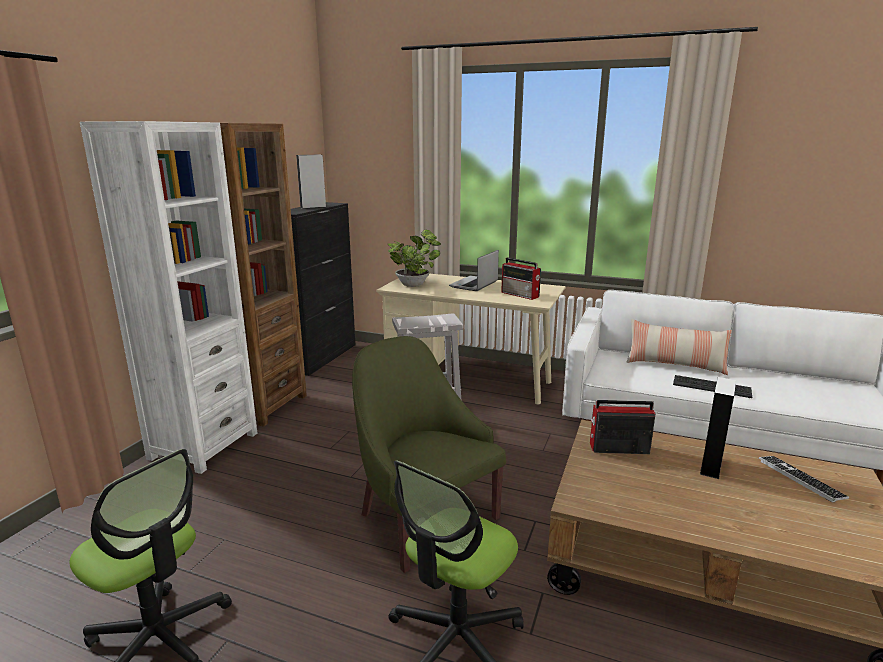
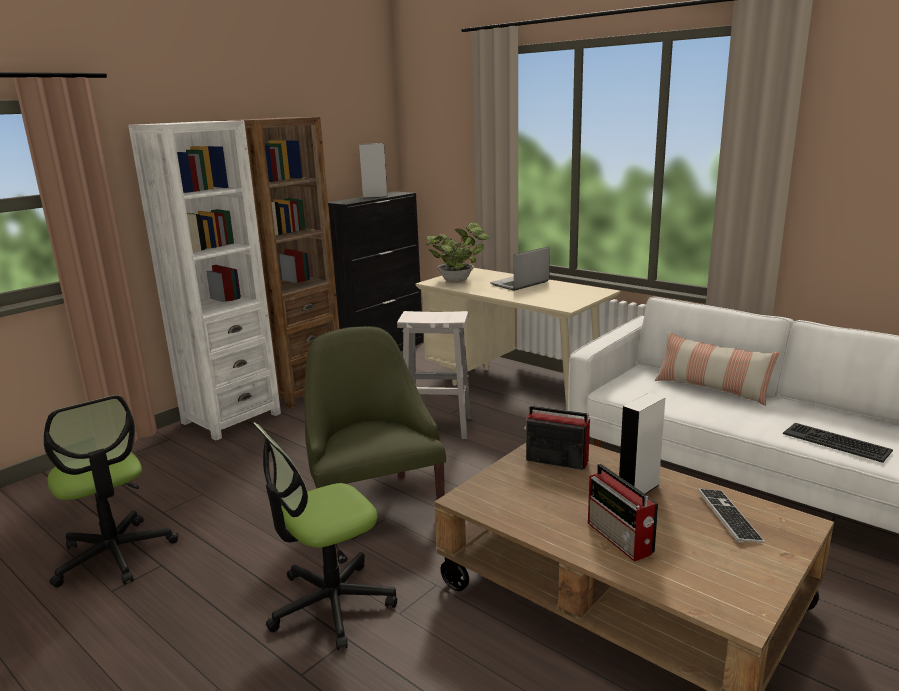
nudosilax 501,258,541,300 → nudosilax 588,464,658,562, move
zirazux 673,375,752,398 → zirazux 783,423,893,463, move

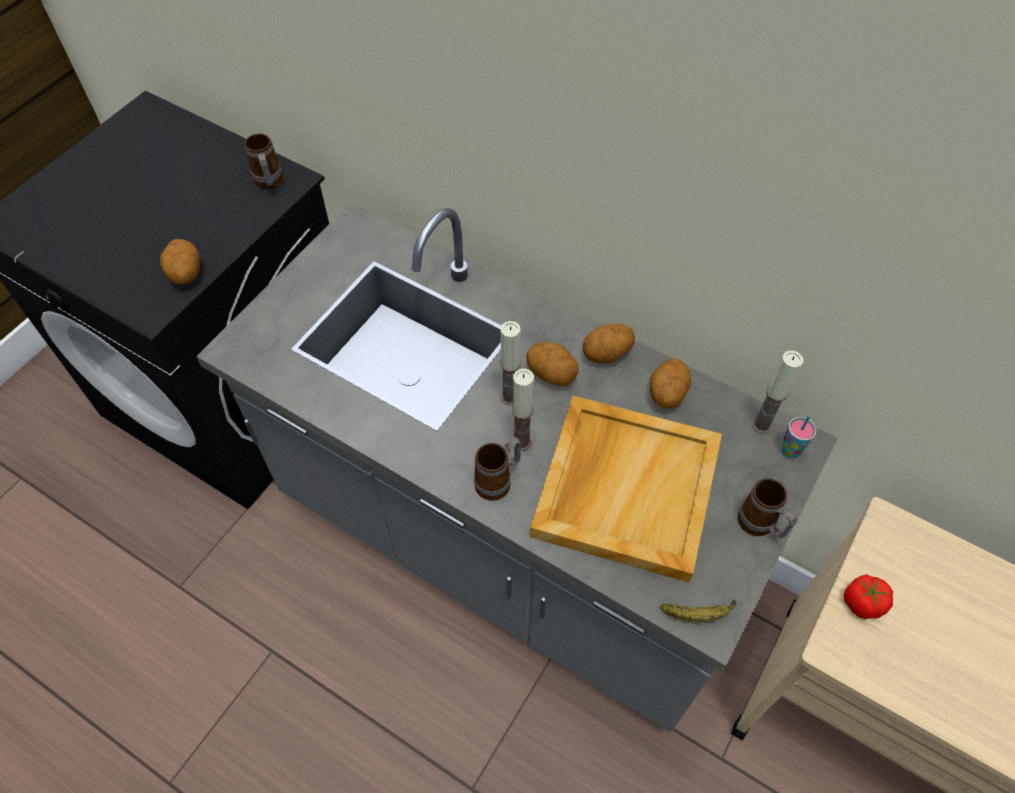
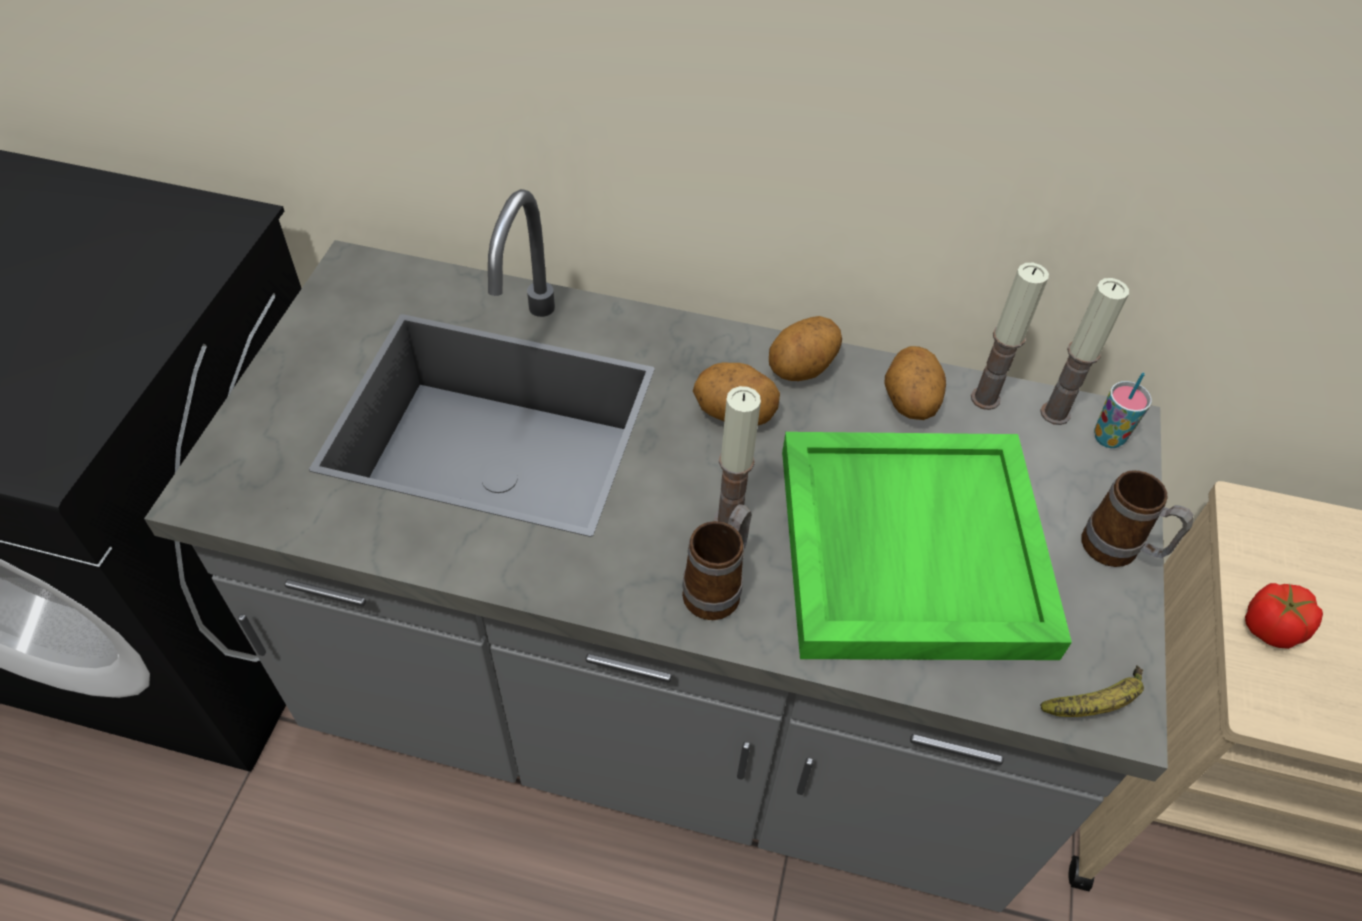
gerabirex 160,239,200,284 → -
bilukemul 244,133,283,190 → -
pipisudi 500,321,521,405 → pipisudi 971,263,1049,410, move
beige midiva 530,396,722,583 → green midiva 782,432,1072,660

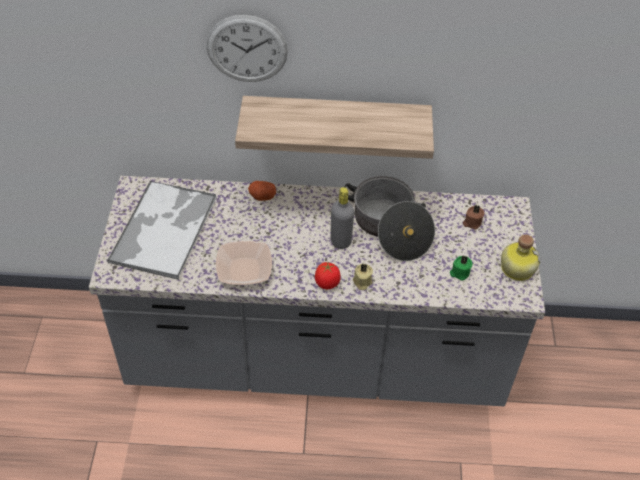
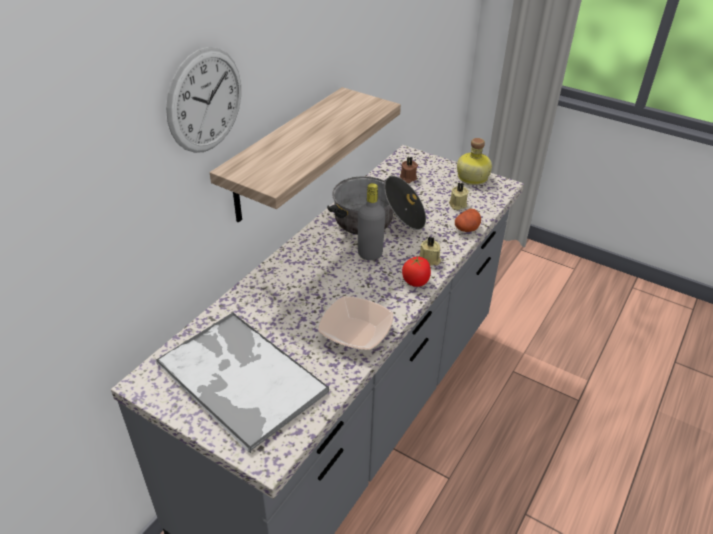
gerabirex 248,181,276,201 → gerabirex 455,209,481,232, move
green pipisudi 450,255,472,281 → beige pipisudi 449,182,469,210

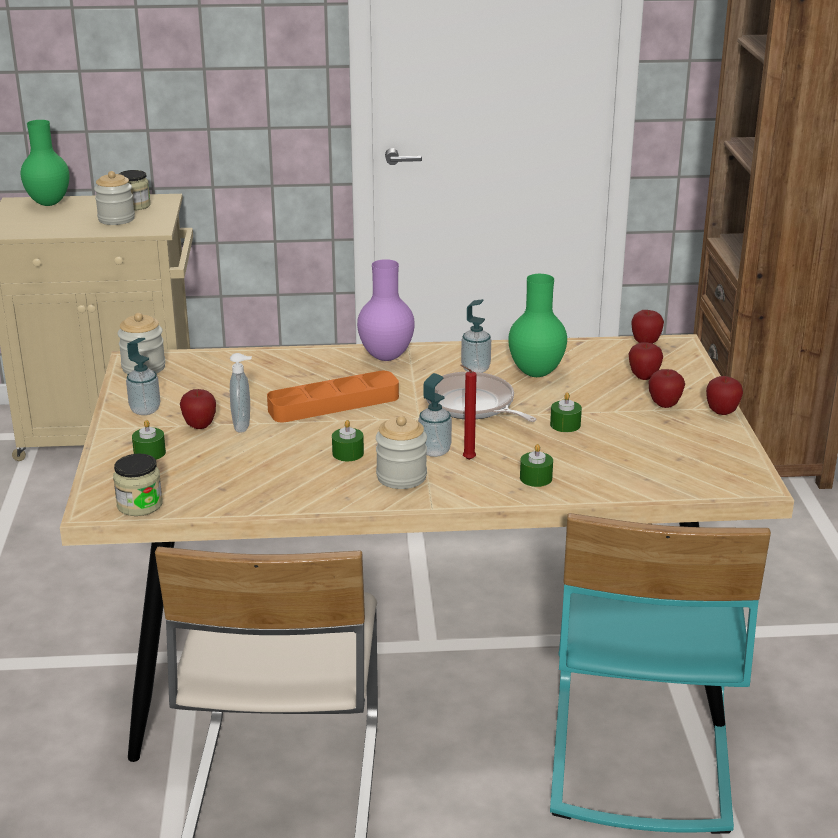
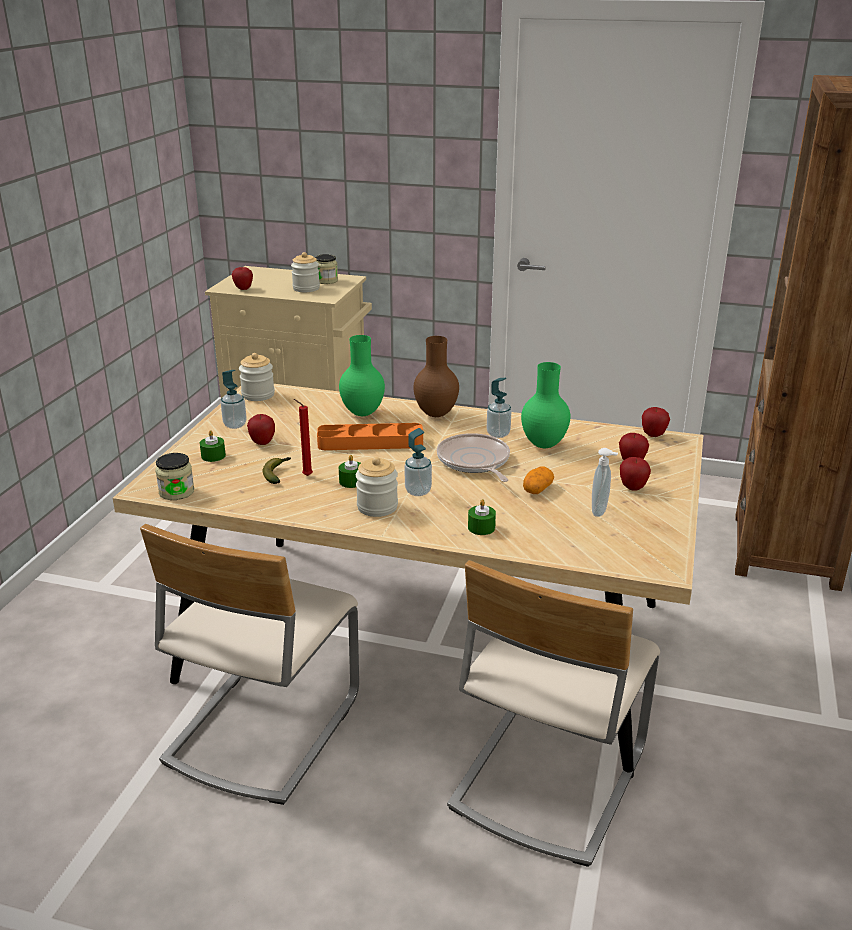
- → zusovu 263,457,291,484
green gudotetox 20,120,69,206 → green gudotetox 339,335,385,416, move
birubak 230,353,252,433 → birubak 592,448,618,517, move
red pipisudi 460,365,477,460 → red pipisudi 294,399,313,476, move
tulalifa 706,376,743,415 → tulalifa 232,267,253,290, move
green pipisudi 550,392,582,432 → gerabirex 523,466,554,494
purple gudotetox 357,259,415,361 → brown gudotetox 413,336,459,417
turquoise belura 550,513,771,834 → beige belura 447,560,660,867

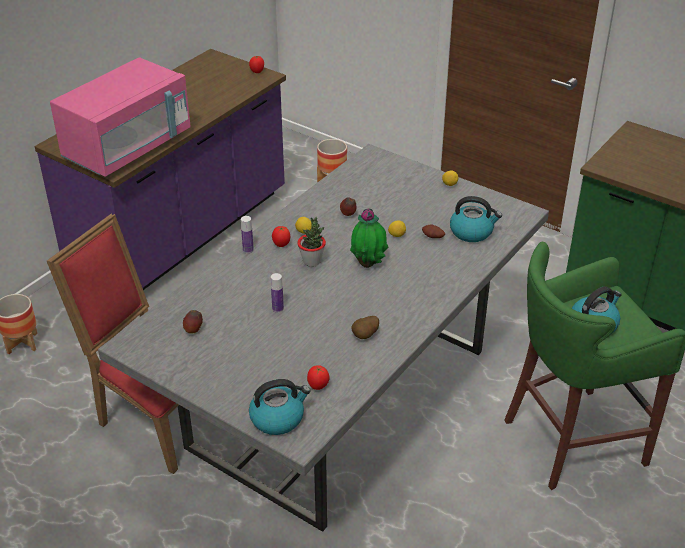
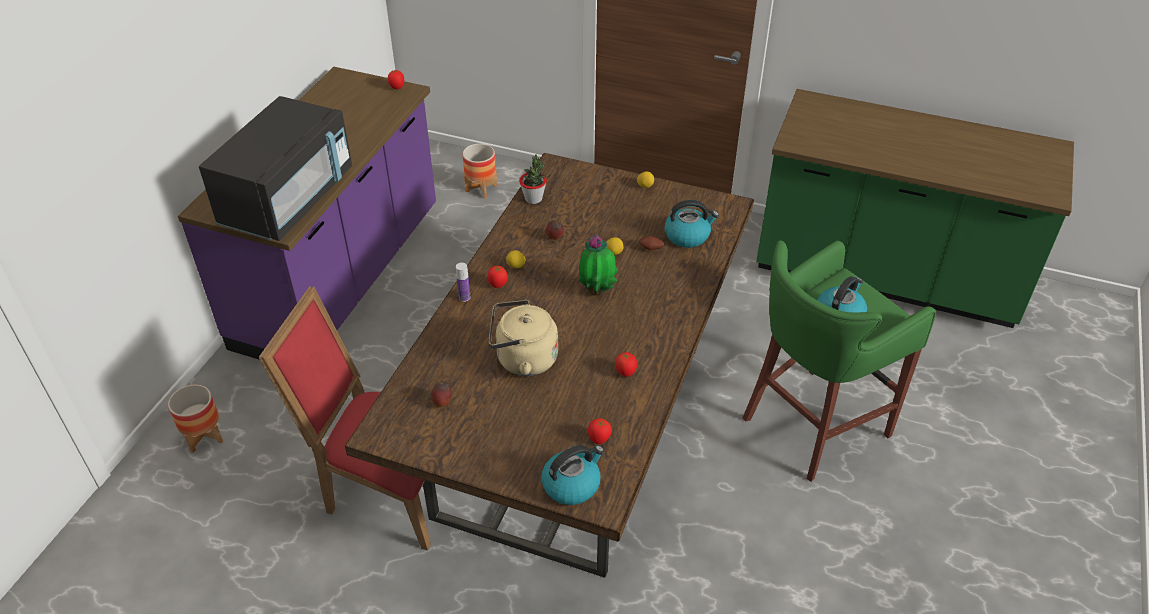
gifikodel 297,217,326,267 → gifikodel 519,154,547,204, move
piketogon 271,273,284,313 → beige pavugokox 489,300,558,376
gerabirex 351,316,379,339 → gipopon 615,352,637,377
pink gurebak 50,58,191,177 → black gurebak 199,96,352,241
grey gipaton 98,144,549,532 → brown gipaton 345,153,754,578

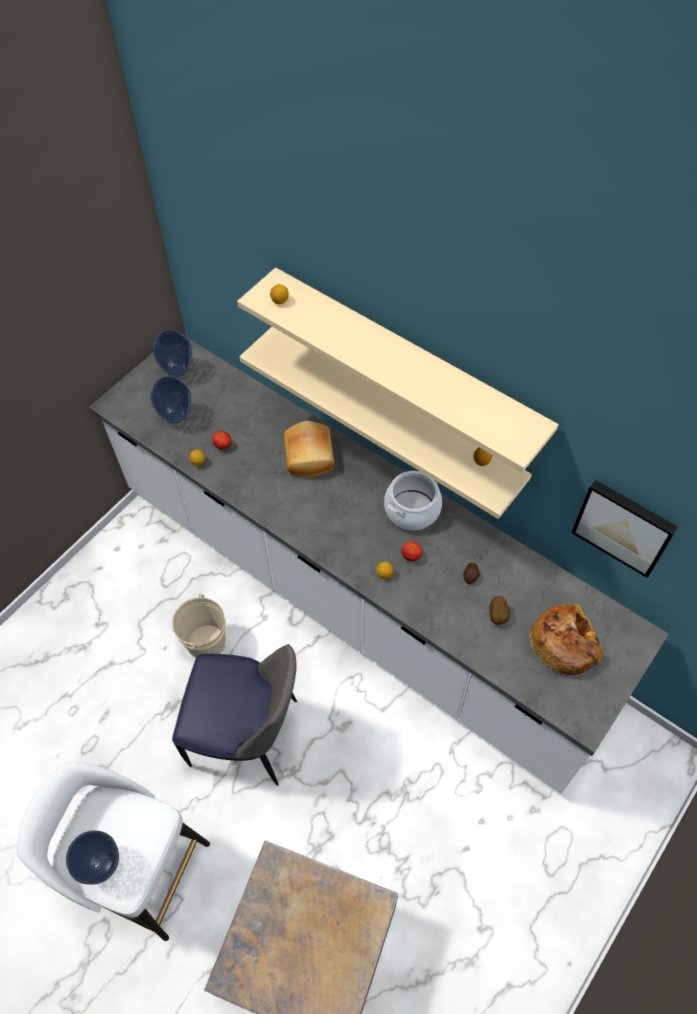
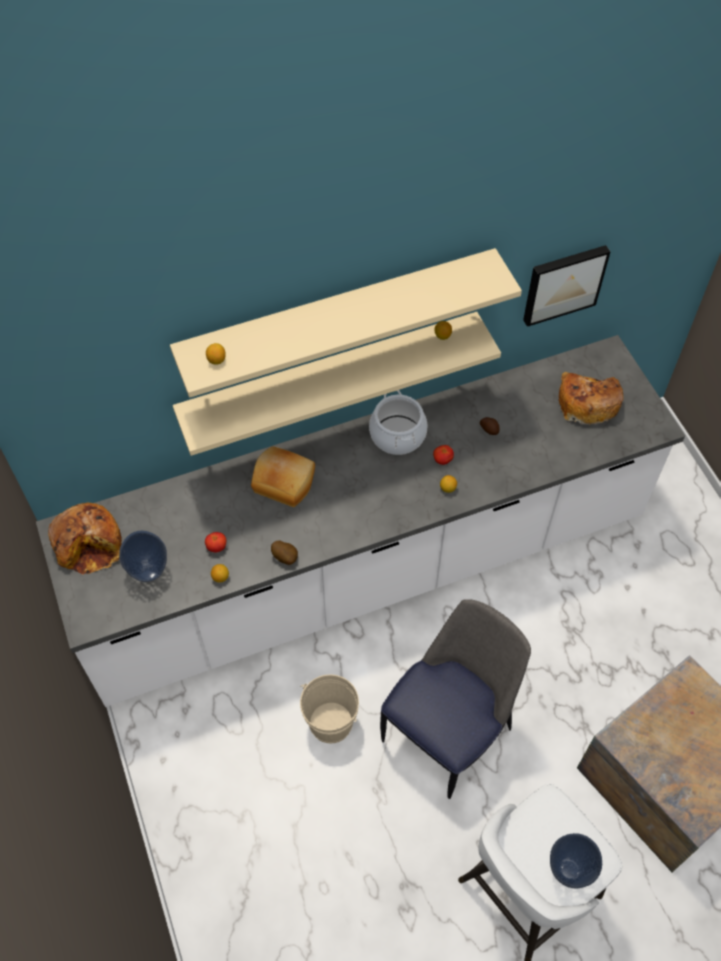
gerabirex 490,596,510,625 → gerabirex 271,540,298,565, move
gudotetox 153,329,192,377 → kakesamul 48,503,122,575

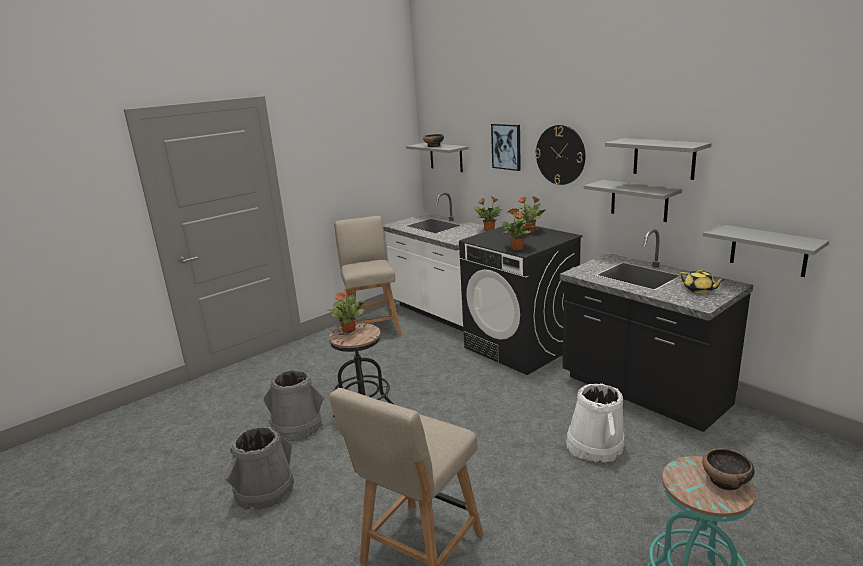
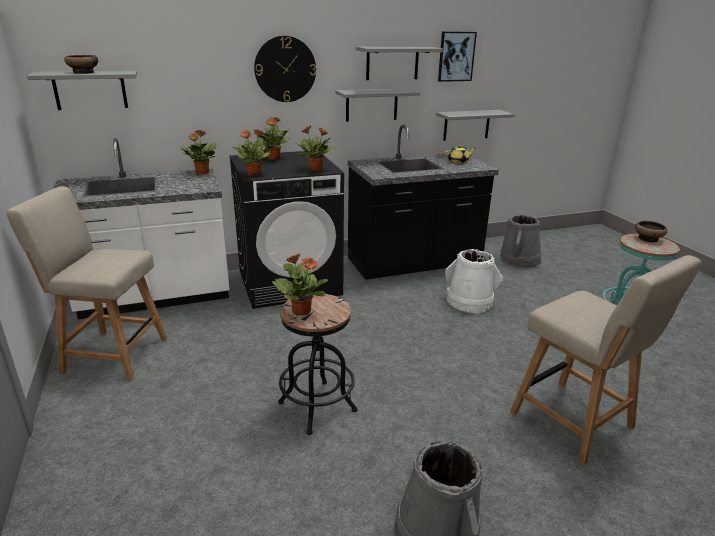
- → gifikodel 231,129,274,176
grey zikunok 264,370,324,442 → grey zikunok 501,215,541,268, move
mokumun 491,124,521,171 → mokumun 438,31,477,82, move

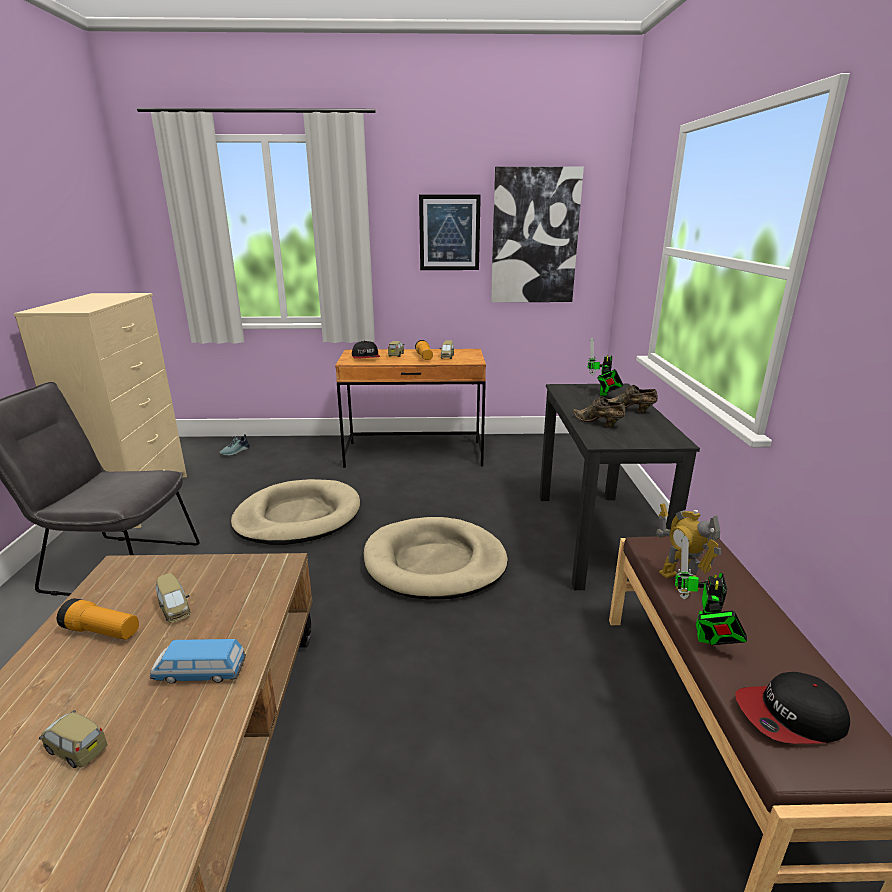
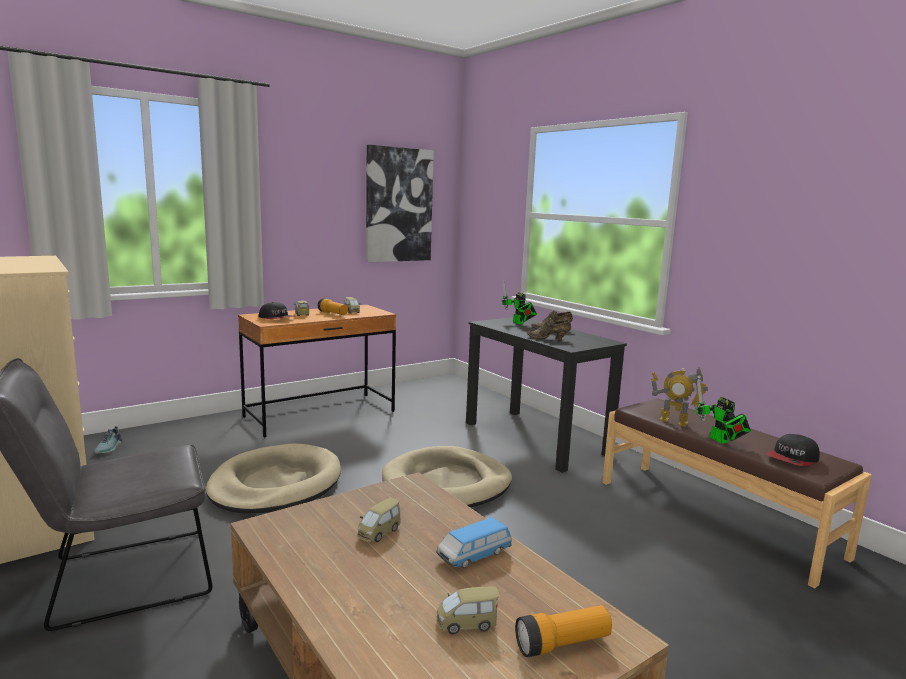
mokumun 419,195,481,270 → -
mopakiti 57,598,139,640 → mopakiti 515,606,612,657, move
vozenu 156,573,190,623 → vozenu 357,497,400,542, 105 degrees clockwise

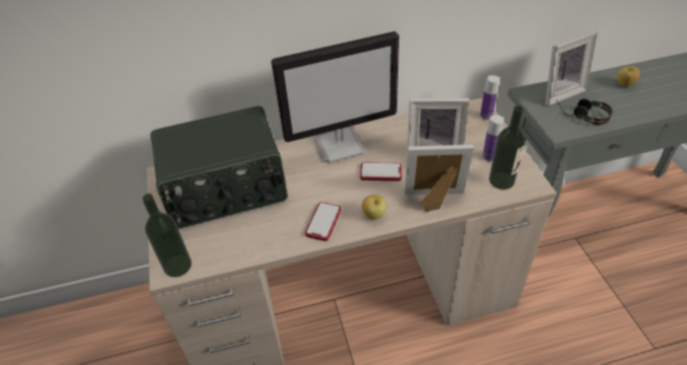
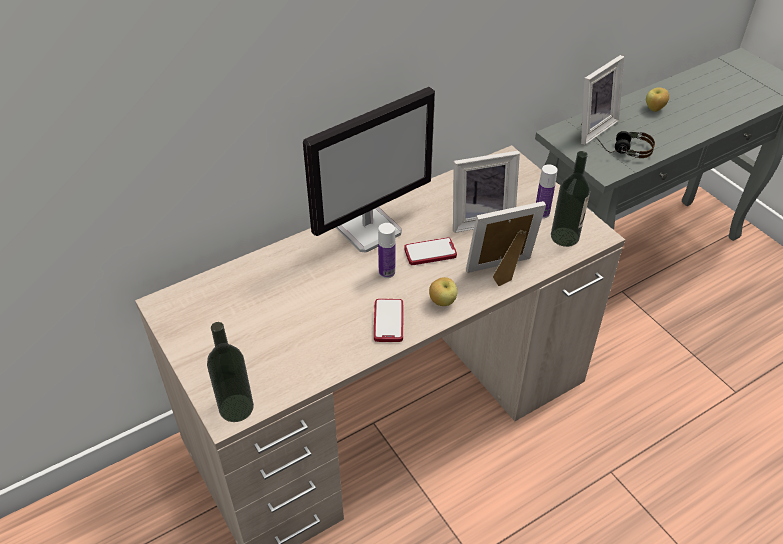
nudosilax 150,106,288,229 → -
piketogon 480,75,499,120 → piketogon 378,223,396,278, move

